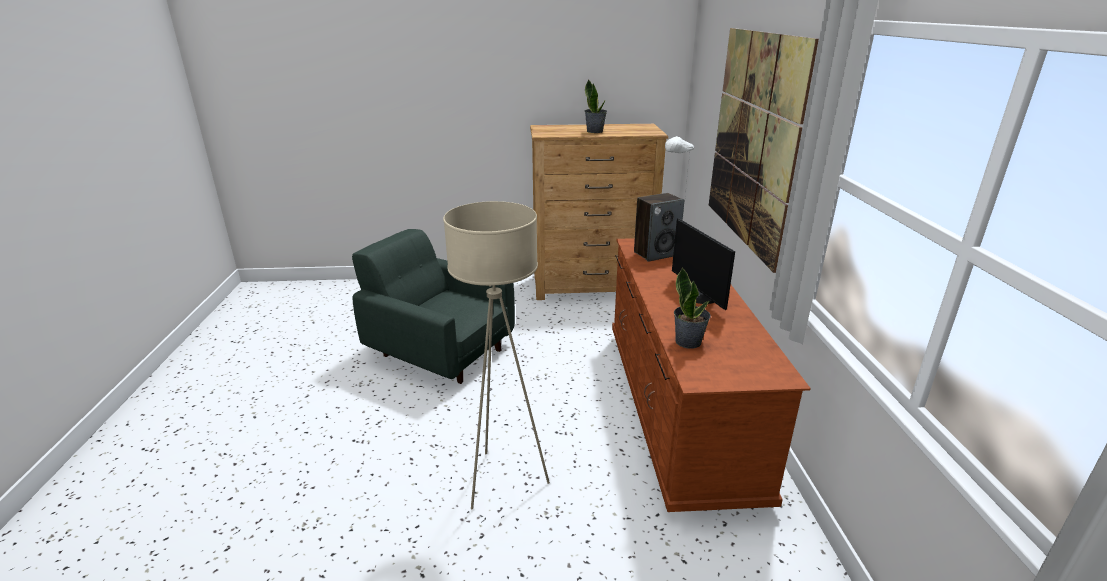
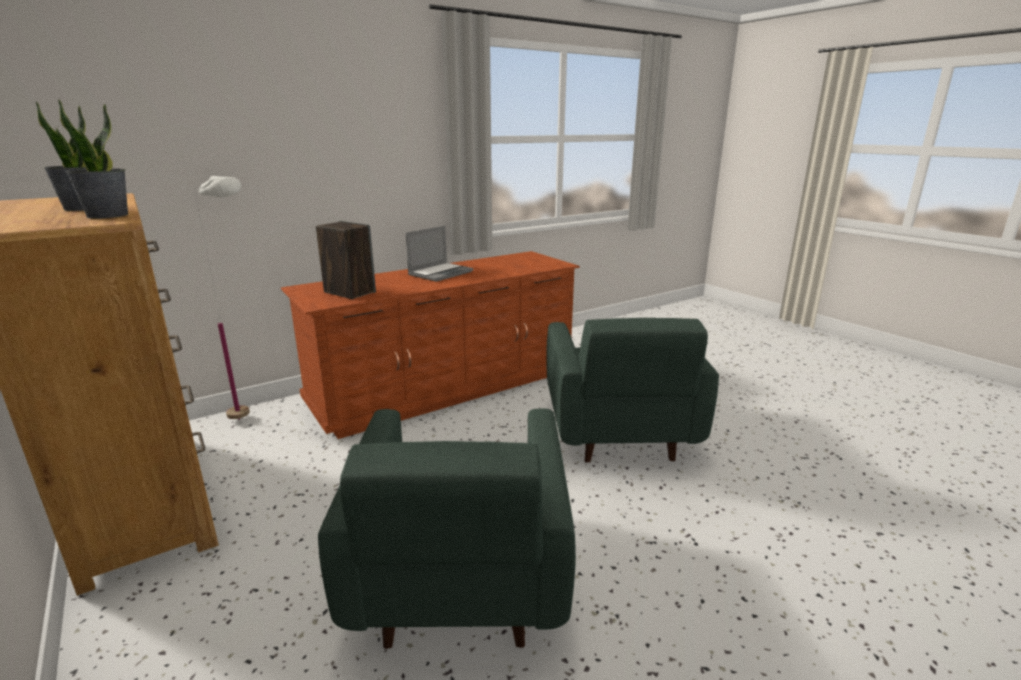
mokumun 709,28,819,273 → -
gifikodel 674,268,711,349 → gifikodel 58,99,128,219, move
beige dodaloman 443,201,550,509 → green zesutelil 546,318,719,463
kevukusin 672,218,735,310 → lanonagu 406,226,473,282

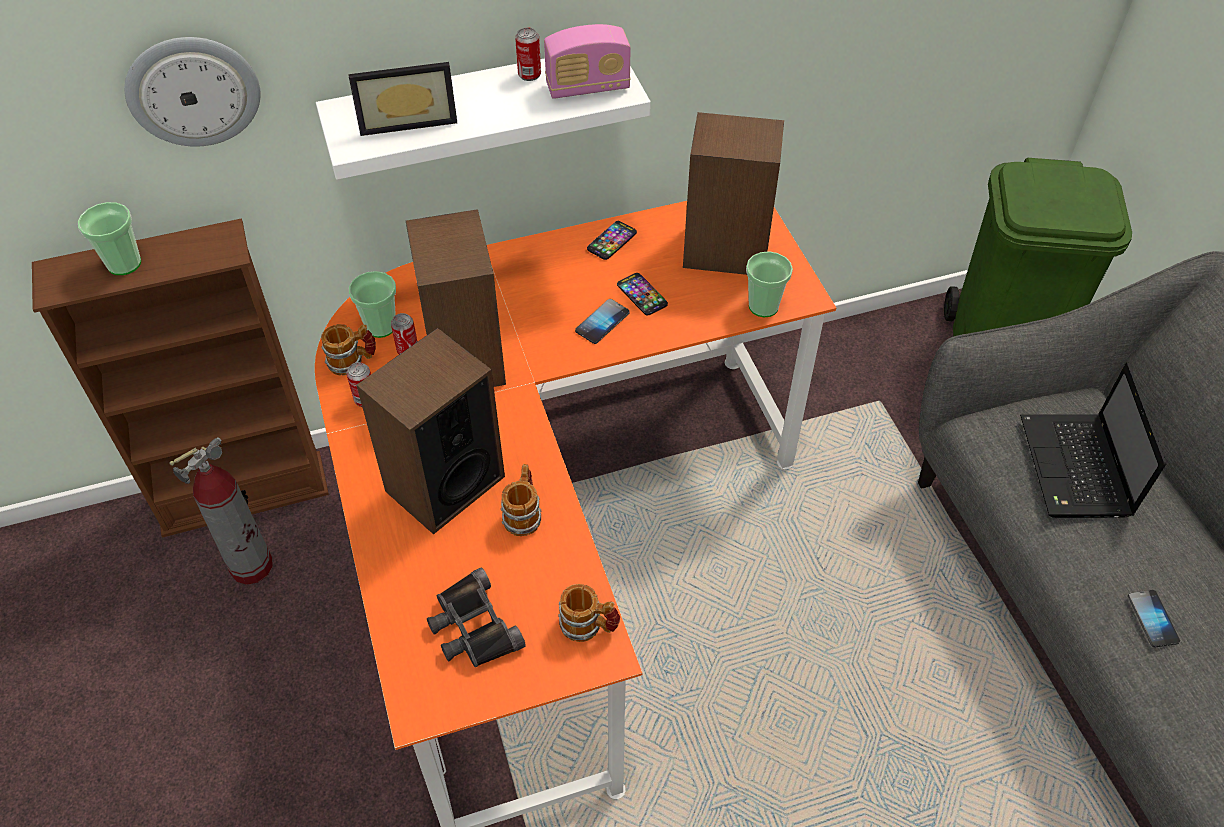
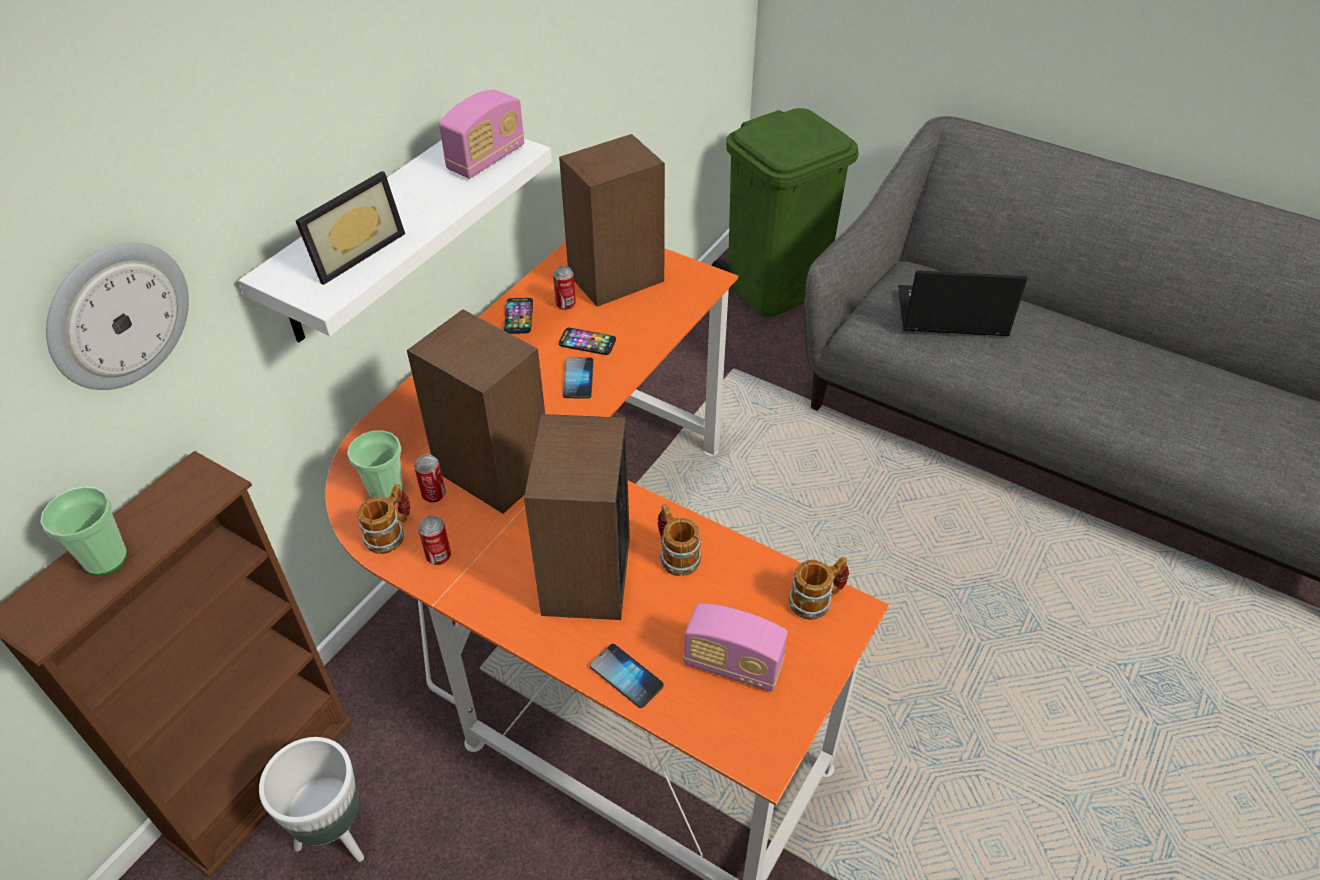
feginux 746,251,793,317 → -
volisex 515,27,541,81 → volisex 553,266,576,310, move
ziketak 1128,590,1180,647 → ziketak 590,644,664,708, move
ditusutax 169,438,273,585 → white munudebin 259,737,364,862
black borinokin 427,568,526,668 → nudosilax 683,603,788,691
lanonagu 1020,363,1166,518 → lanonagu 898,270,1028,336, 135 degrees clockwise

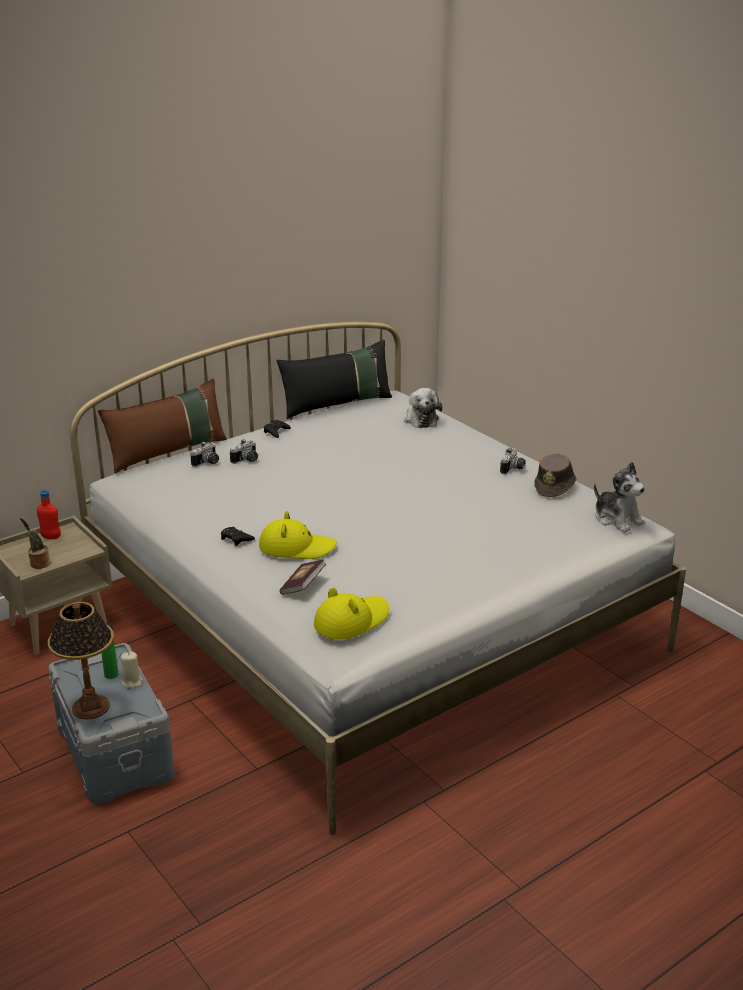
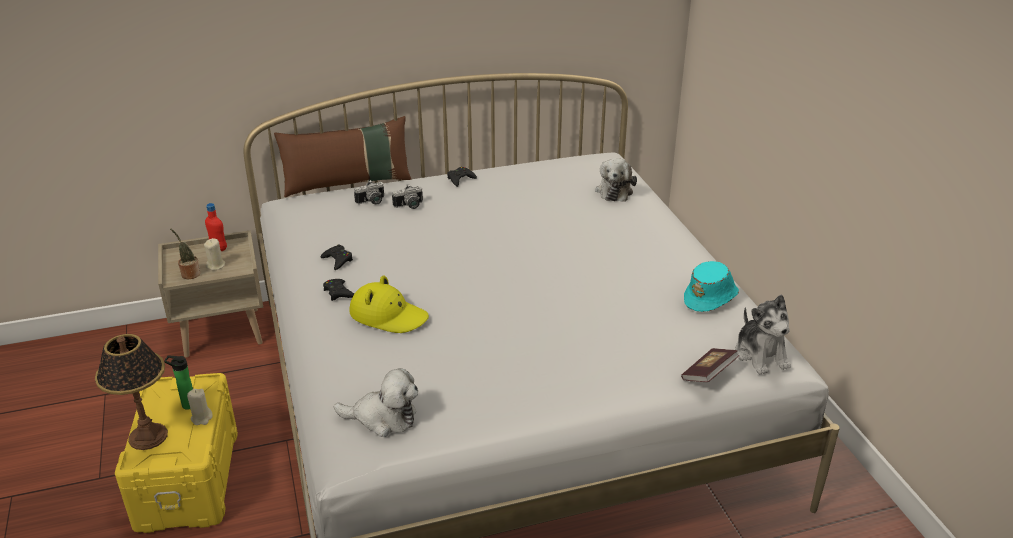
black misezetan 277,340,392,419 → -
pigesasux 500,448,526,475 → -
- → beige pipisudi 204,238,225,271
- → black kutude 320,244,353,270
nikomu 279,560,326,595 → nikomu 681,348,739,382, move
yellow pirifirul 314,587,389,640 → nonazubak 334,368,418,437
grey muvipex 48,643,175,804 → yellow muvipex 115,373,238,533
brown pirifirul 534,453,577,497 → turquoise pirifirul 684,261,739,312

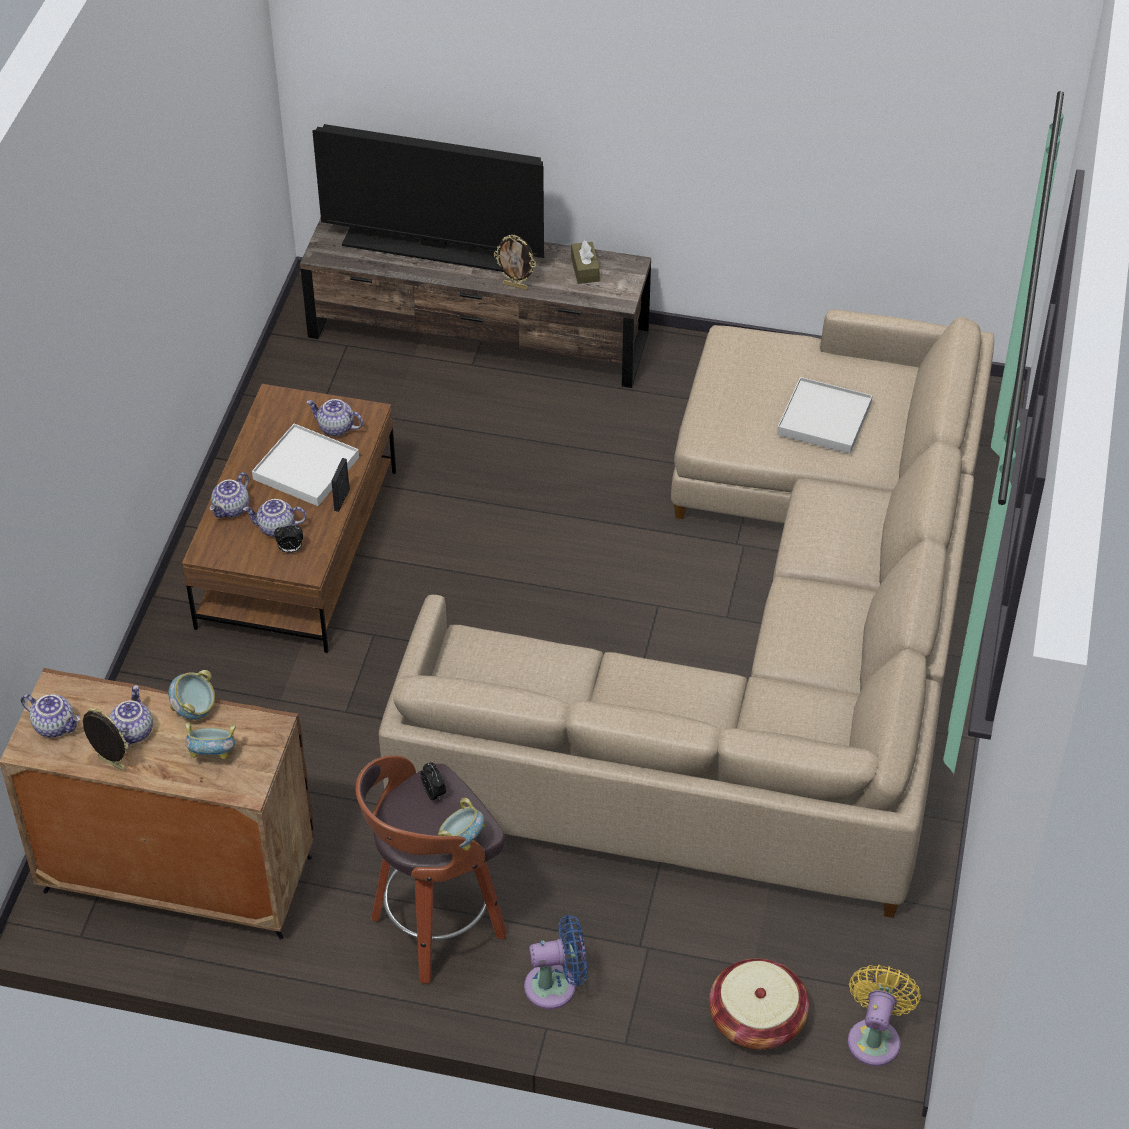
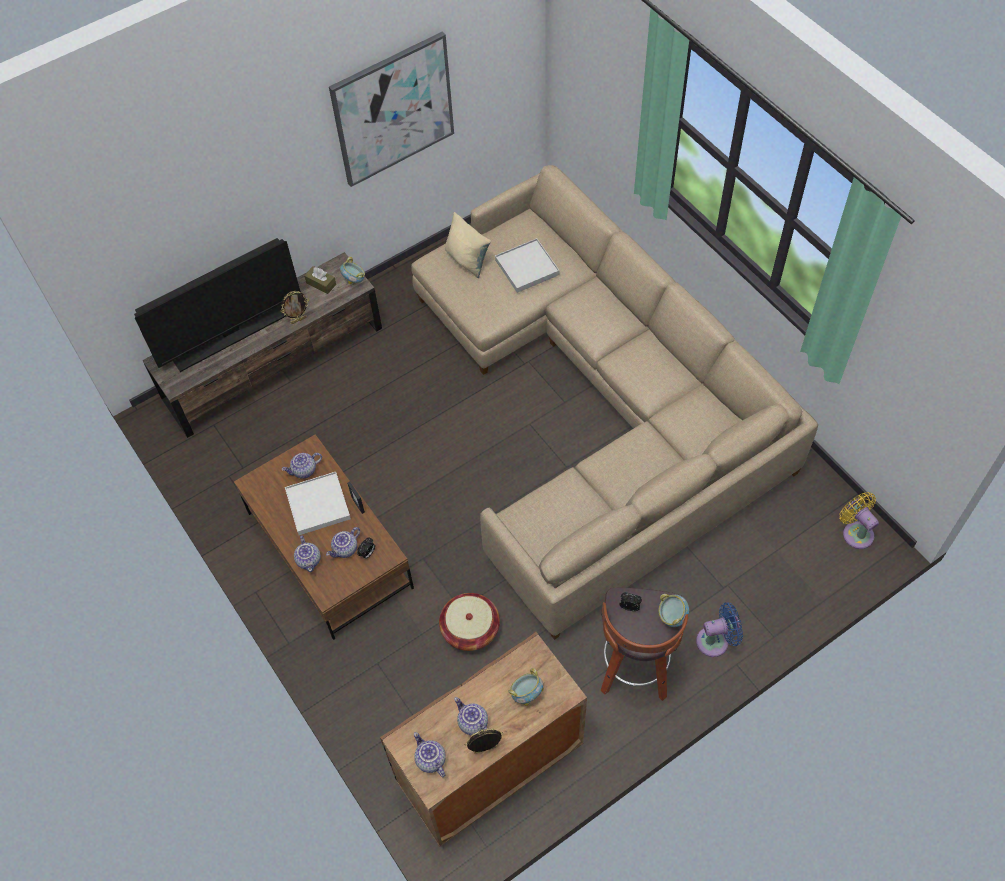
- → mokumun 329,32,454,187
- → beige misezetan 445,212,491,278
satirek 168,670,215,720 → satirek 340,257,365,284, move
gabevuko 709,958,809,1050 → gabevuko 439,593,500,651, move
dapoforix 21,694,80,737 → dapoforix 414,732,446,777, 105 degrees counterclockwise
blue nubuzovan 524,915,587,1009 → blue nubuzovan 696,602,743,657, 45 degrees clockwise

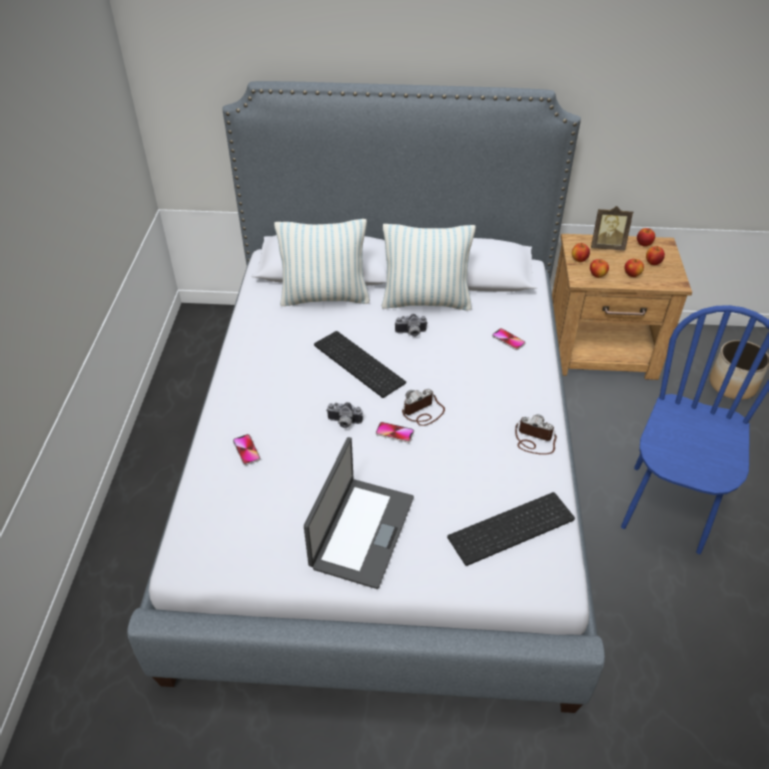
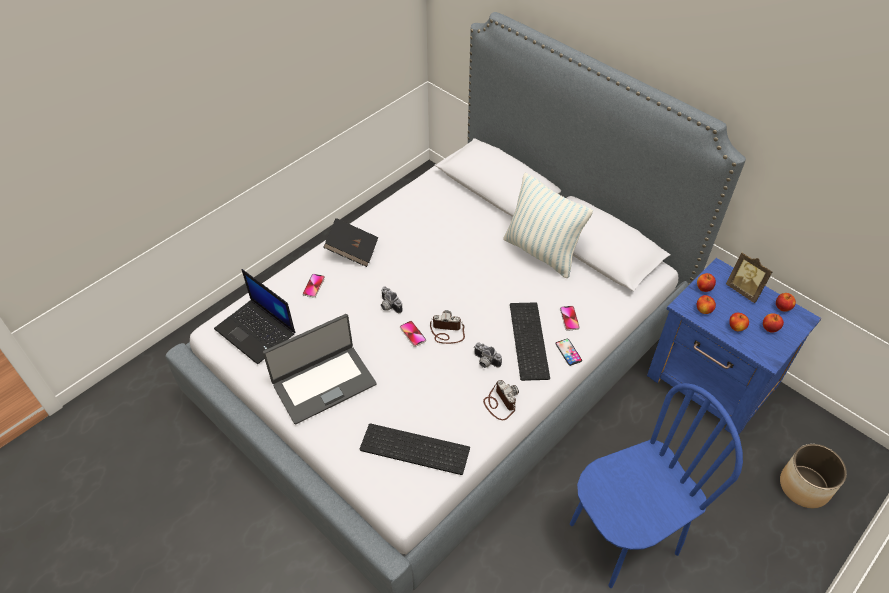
misezetan 274,219,370,306 → -
- → lanonagu 214,269,295,364
- → black nikomu 323,218,378,267
- → ziketak 555,338,582,366
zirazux 314,331,406,398 → zirazux 510,302,550,381, move
pigesasux 395,314,427,337 → pigesasux 474,342,502,368, move
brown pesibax 552,234,692,380 → blue pesibax 647,258,821,435

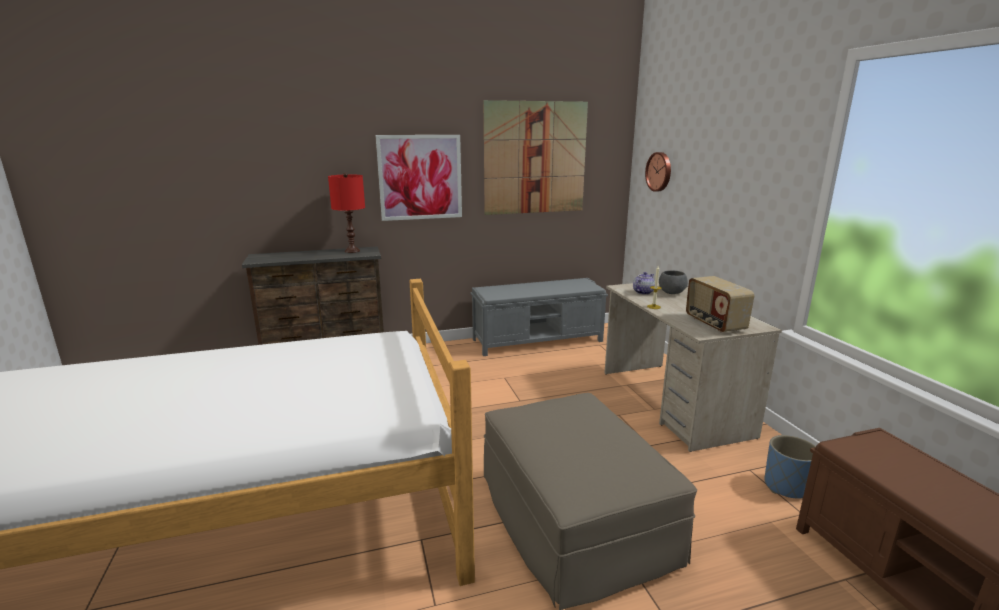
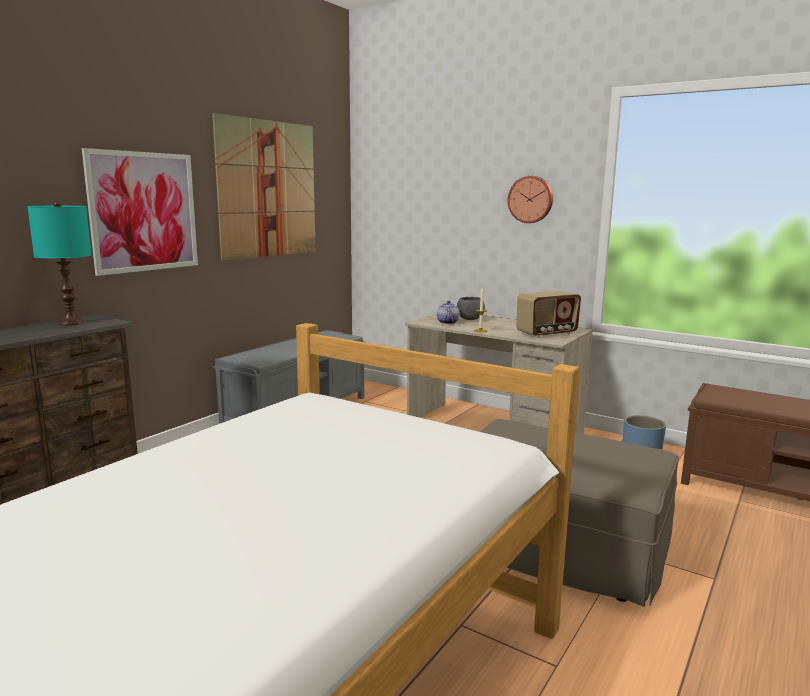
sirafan 645,152,671,192 → sirafan 508,176,553,223, move
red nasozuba 328,173,365,253 → turquoise nasozuba 27,201,92,325
nudosilax 686,276,754,333 → nudosilax 517,291,581,338, 60 degrees counterclockwise

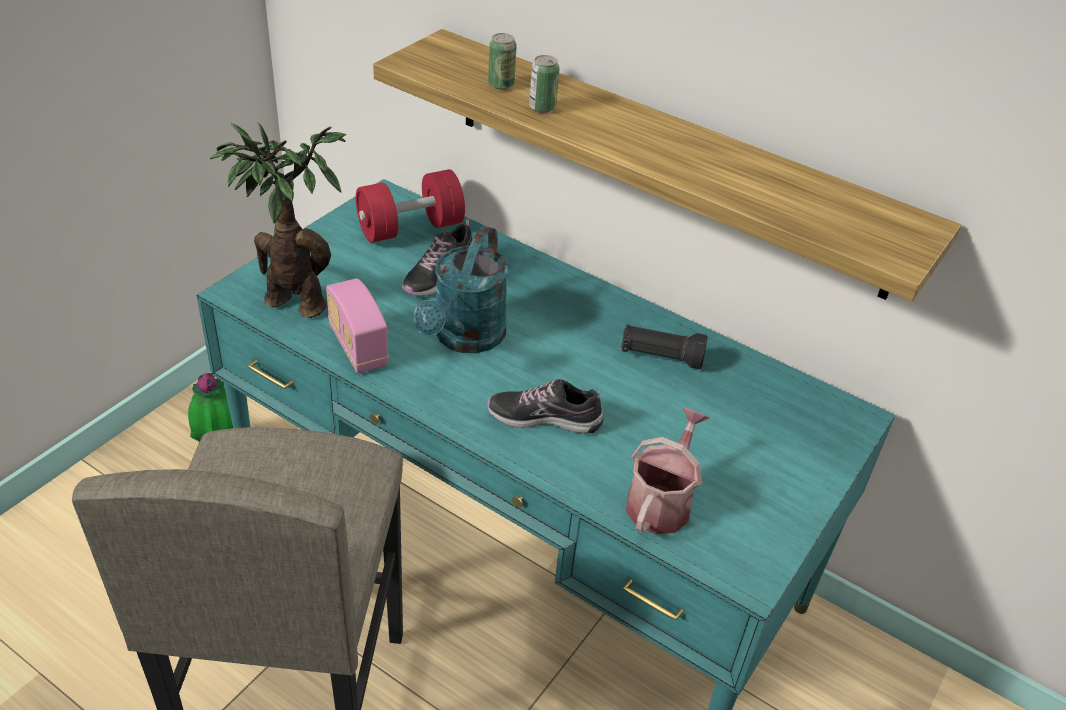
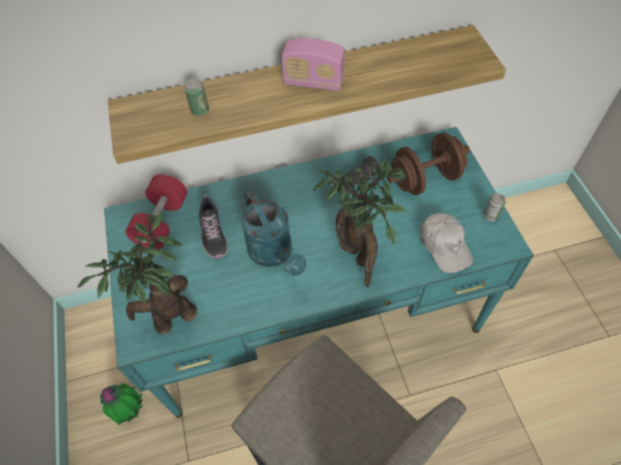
- → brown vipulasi 387,132,470,195
nudosilax 326,278,389,373 → nudosilax 281,38,345,91, move
volisex 529,55,560,113 → volisex 483,193,506,221, move
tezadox 487,379,604,433 → gifikodel 312,159,408,287
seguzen 626,407,710,534 → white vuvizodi 421,213,473,273

